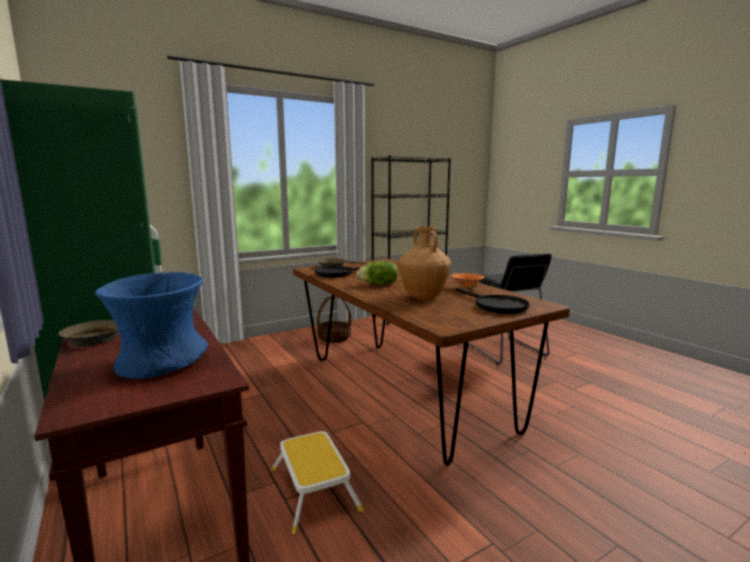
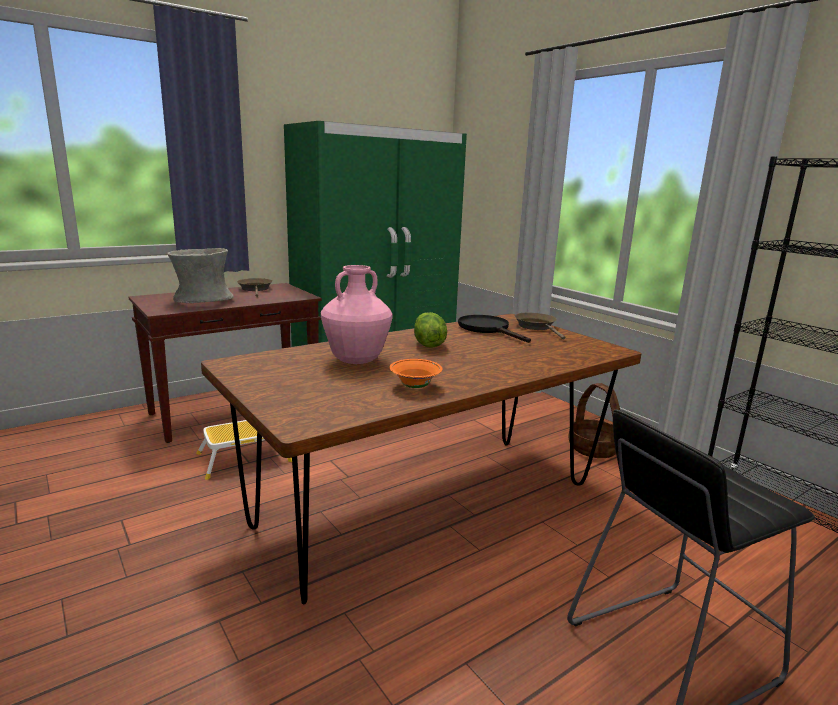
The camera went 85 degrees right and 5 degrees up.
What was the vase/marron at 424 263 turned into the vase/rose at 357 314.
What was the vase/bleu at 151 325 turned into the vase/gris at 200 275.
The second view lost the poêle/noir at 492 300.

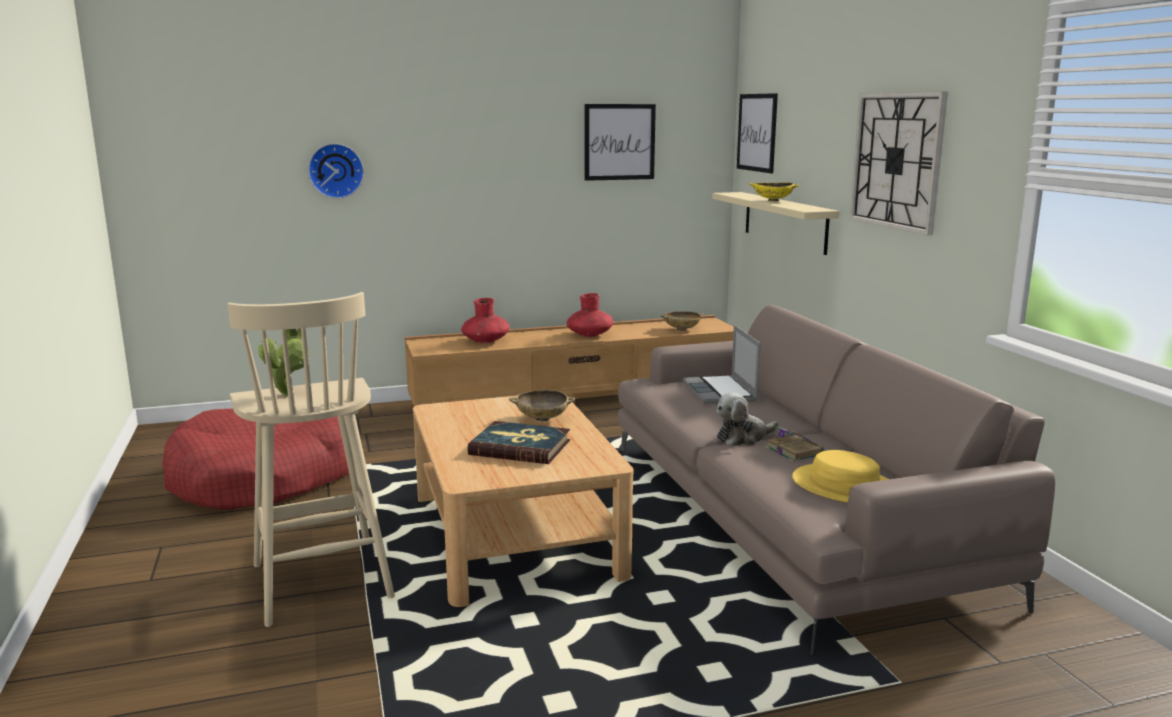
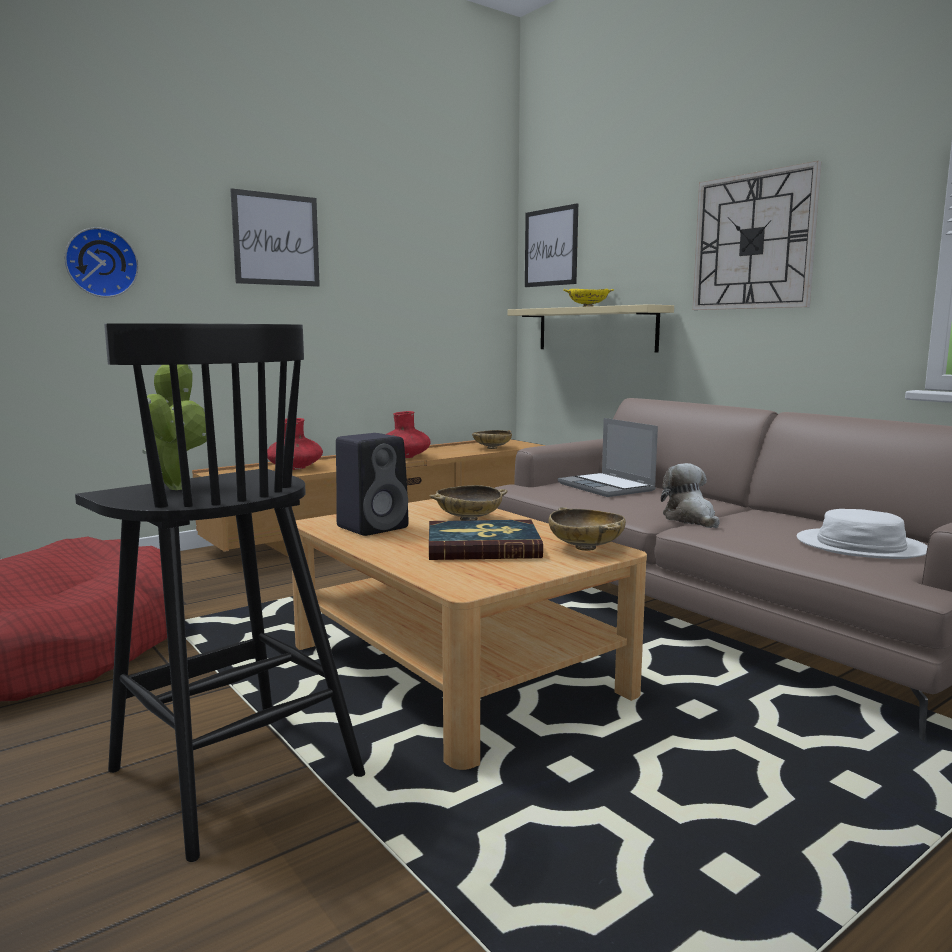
The camera went 20 degrees left and 5 degrees down.
The tableau ended up elsewhere, having gone from 620 142 to 275 237.
What was the tabouret/beige at 311 459 turned into the tabouret/noir at 220 592.
The peluche at 748 419 ended up facing another way, 120 degrees clockwise from before.
The second view lost the livre at 794 442.
What was the chapeau/jaune at 840 476 turned into the chapeau/blanc at 862 534.
The second view gained the enceinte/noir at 372 484.
The second view gained the bol/beige at 587 529.

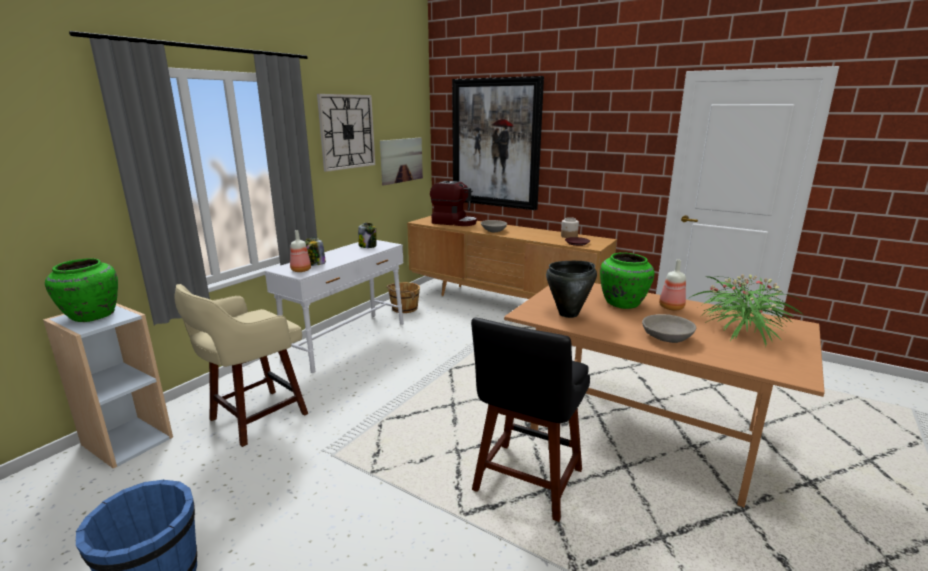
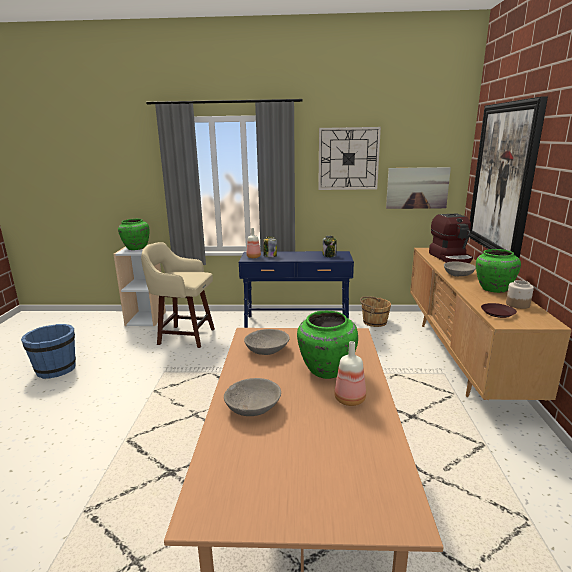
The camera went 60 degrees right and 0 degrees up.
What was the table console/blanc at 334 306 turned into the table console/bleu at 296 289.
Where the marmite/noir stood at 571 289, the bol/gris came to stand at 267 342.
The second view lost the plante en pot at 745 310.
The second view lost the chaise/noir at 530 419.
The second view gained the vase/vert at 498 271.

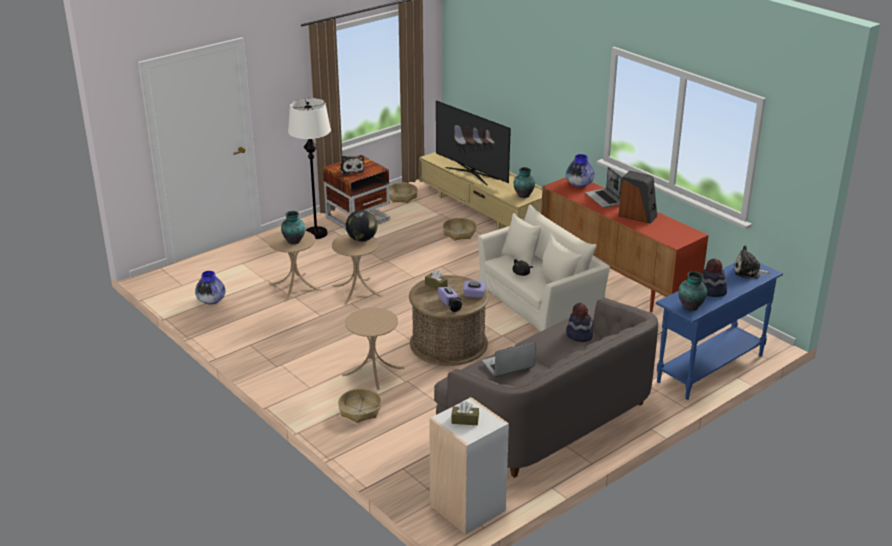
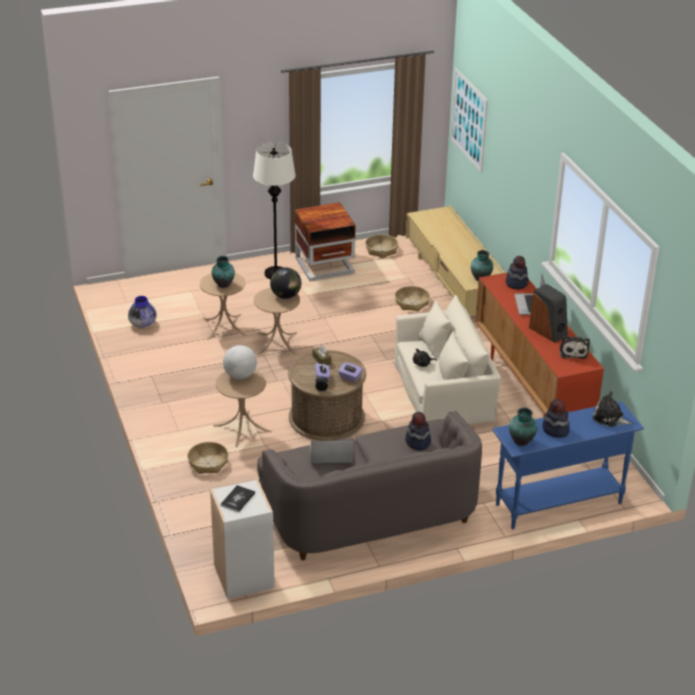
The camera went 20 degrees right and 5 degrees up.
The second view lost the téléviseur at 473 143.
Where the vase stood at 580 170, the chapeau came to stand at 517 272.
The peluche ended up elsewhere, having gone from 352 165 to 574 347.
Where the boîte à mouchoirs/marron stood at 465 413, the livre came to stand at 238 498.
The second view gained the tableau at 469 120.
The second view gained the globe at 240 362.

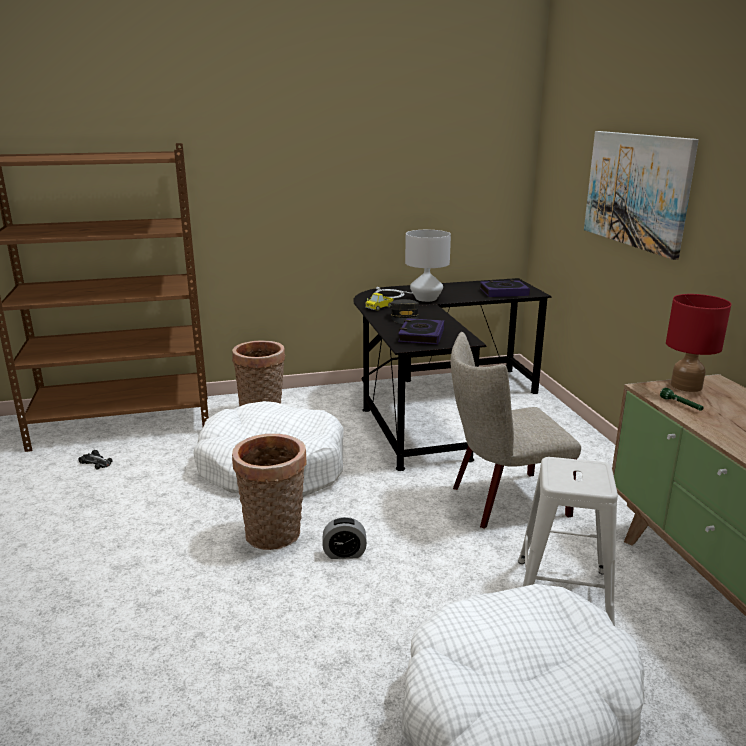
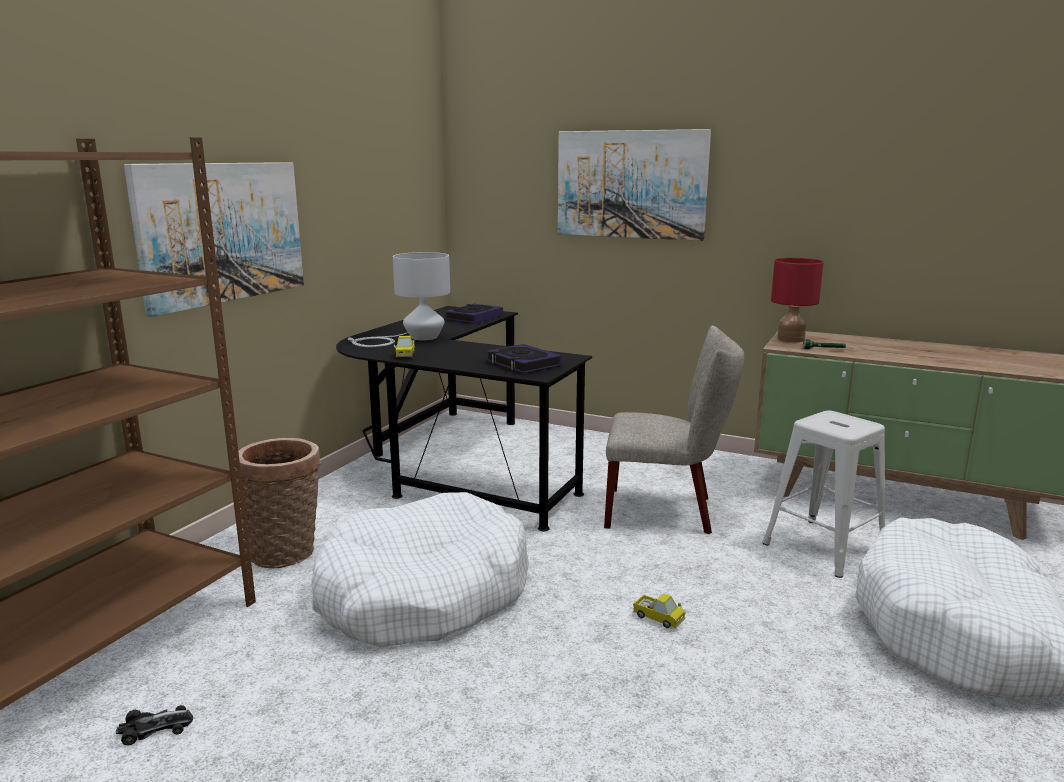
The camera went 50 degrees left and 5 degrees down.
The second view lost the casquette/gris at 405 311.
The chaise/beige at 515 430 ended up facing another way, 105 degrees counterclockwise from before.
The second view lost the panier at 269 492.
Where the réveil stood at 344 538, the camion jouet came to stand at 659 611.
The second view gained the tableau at 214 239.

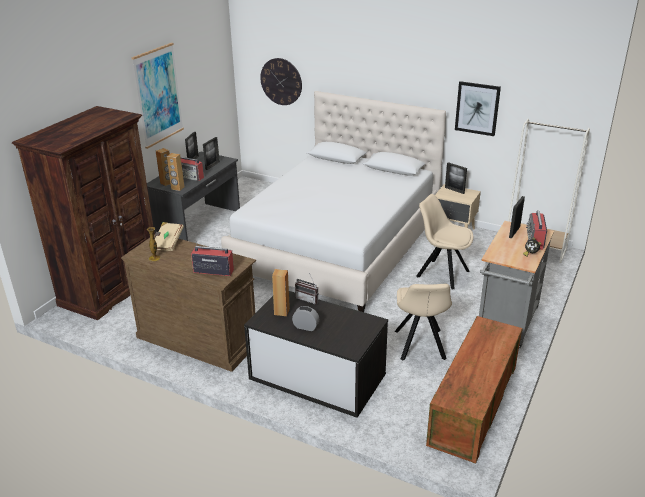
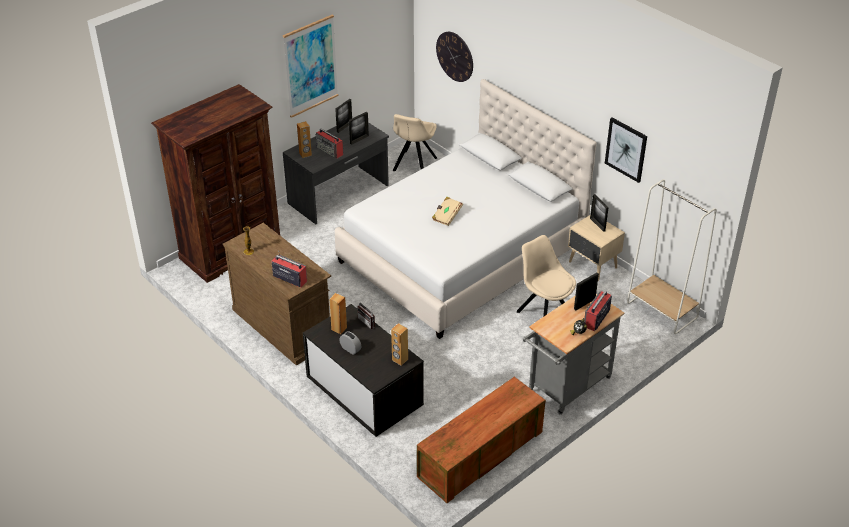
The camera went 20 degrees right and 10 degrees up.
The enceinte/marron ended up elsewhere, having gone from 176 172 to 399 344.
The livre/beige ended up elsewhere, having gone from 169 236 to 447 211.
The chaise/beige ended up elsewhere, having gone from 423 322 to 415 142.

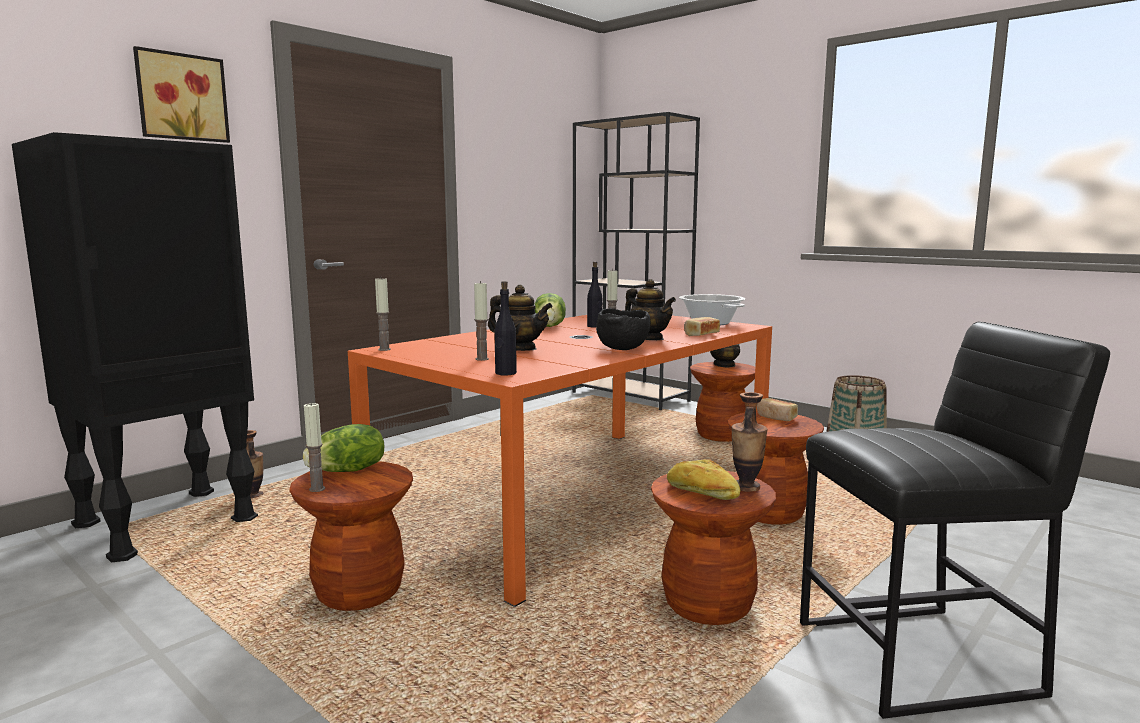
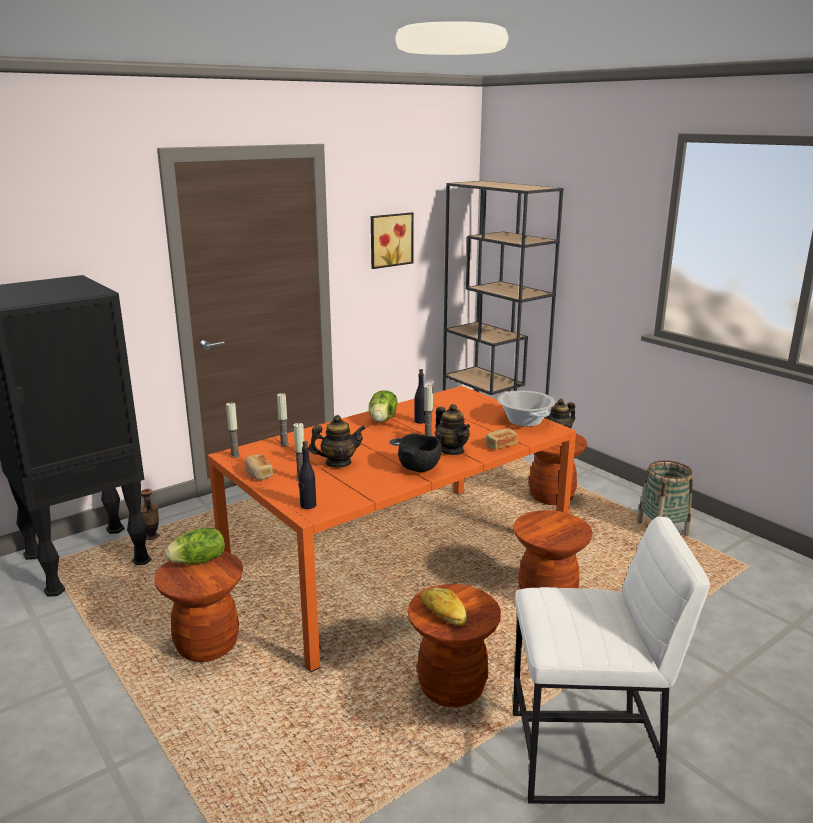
The camera went 10 degrees right and 10 degrees up.
The tableau ended up elsewhere, having gone from 181 94 to 392 240.
The théière at 520 318 ended up facing another way, 45 degrees counterclockwise from before.
What was the chaise/noir at 955 520 turned into the chaise/blanc at 611 660.
The second view lost the vase at 749 442.
The pain ended up elsewhere, having gone from 777 409 to 259 467.
The bougie ended up elsewhere, having gone from 314 447 to 283 420.

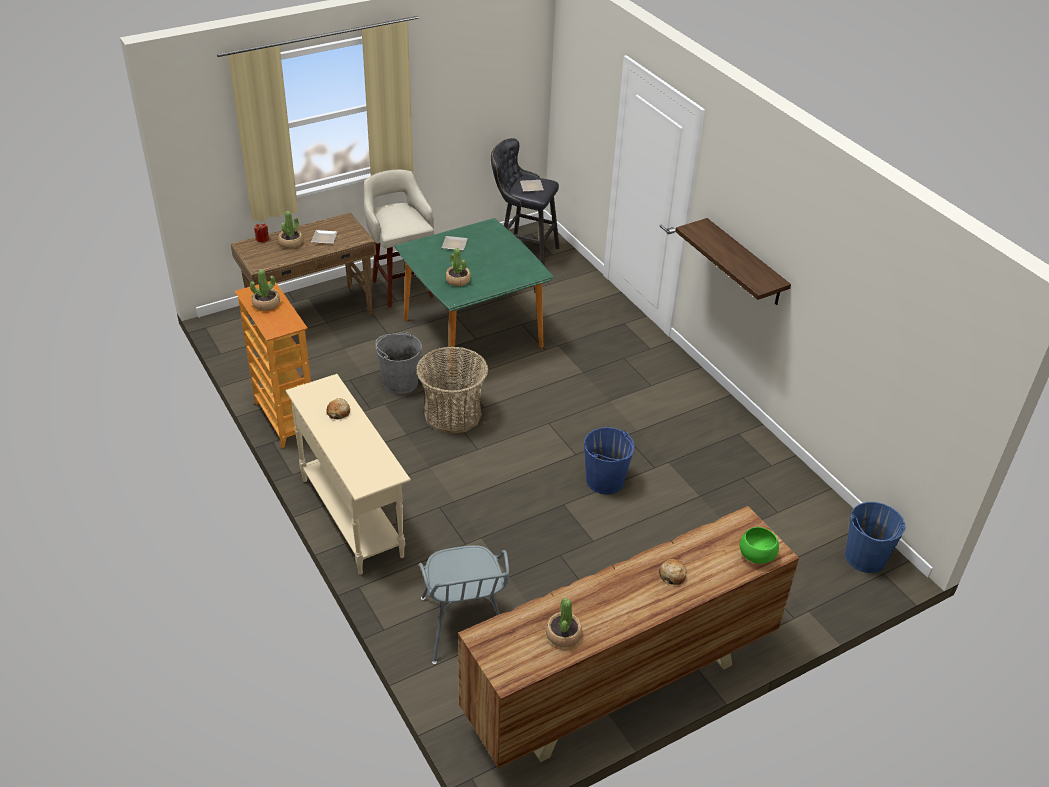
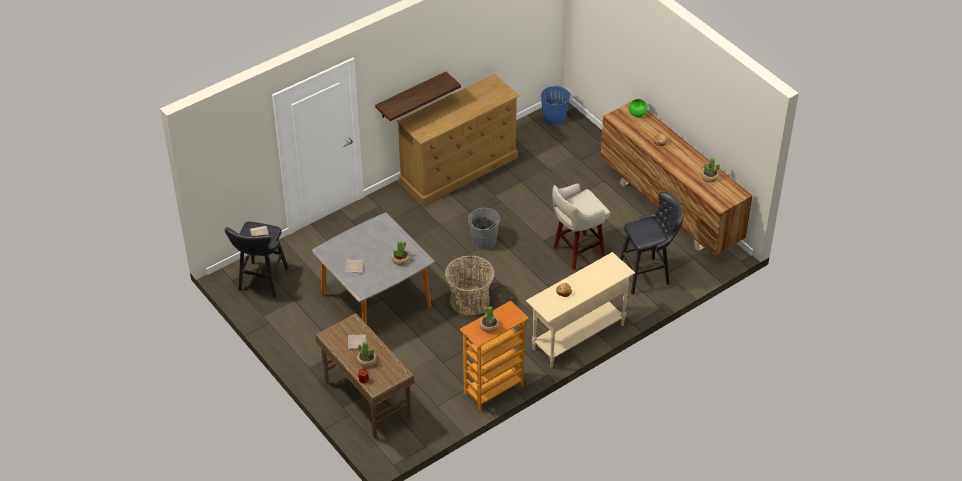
The camera went 95 degrees left and 5 degrees up.
The tabouret/beige ended up elsewhere, having gone from 399 239 to 581 227.
What was the table à manger/vert at 474 297 turned into the table à manger/gris at 373 268.
The seau/gris ended up elsewhere, having gone from 398 363 to 484 229.
The second view lost the seau/bleu at 609 461.
Where the chaise/gris stood at 464 604, the tabouret/noir came to stand at 652 243.
The second view gained the commode/marron at 458 140.

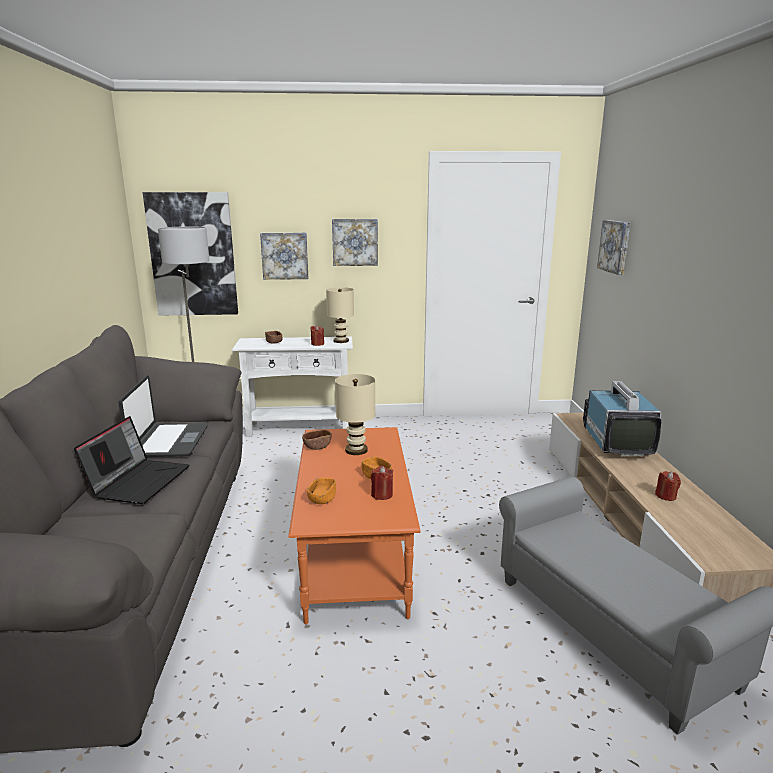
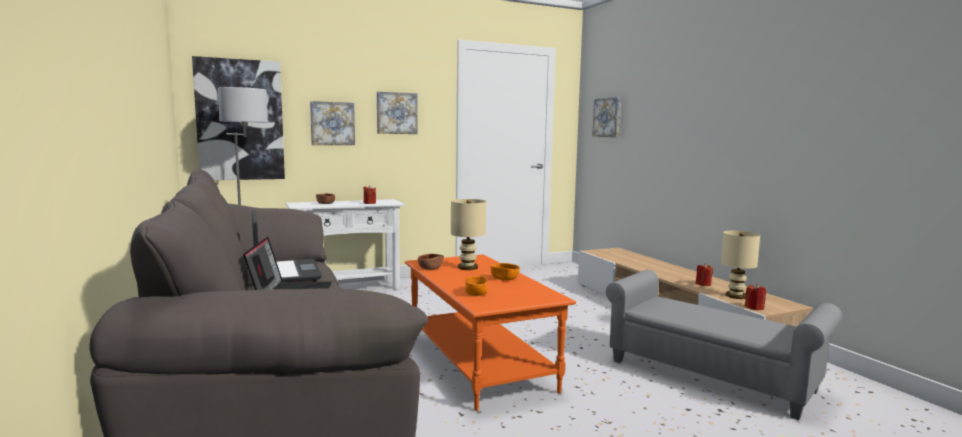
The camera went 20 degrees left and 10 degrees down.
The lampe de table/beige ended up elsewhere, having gone from 340 315 to 740 265.
The second view lost the téléviseur at 622 418.
The bougie/rouge ended up elsewhere, having gone from 382 483 to 756 297.

